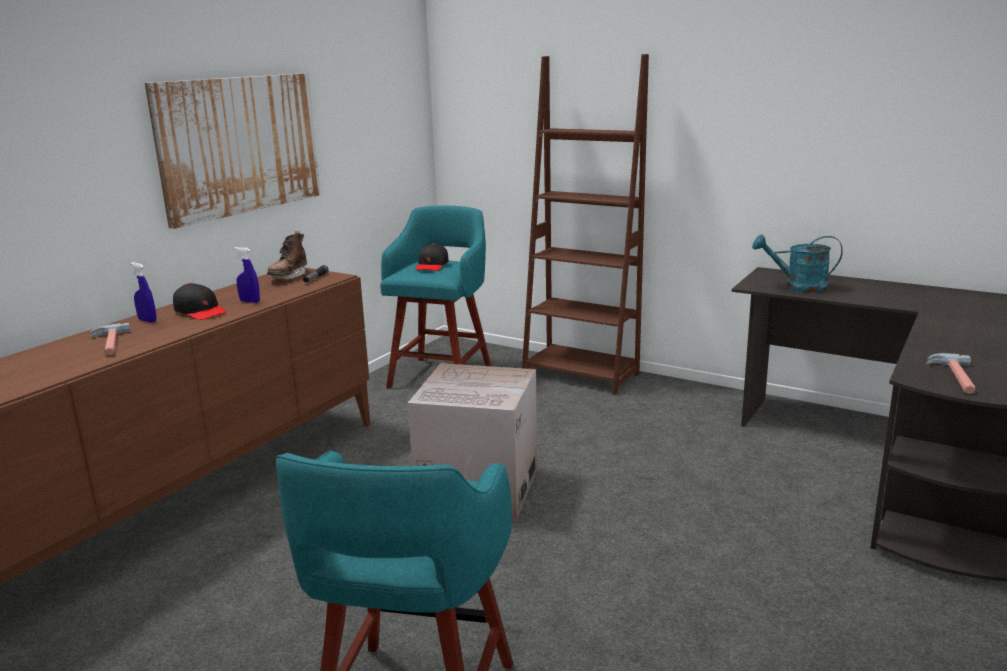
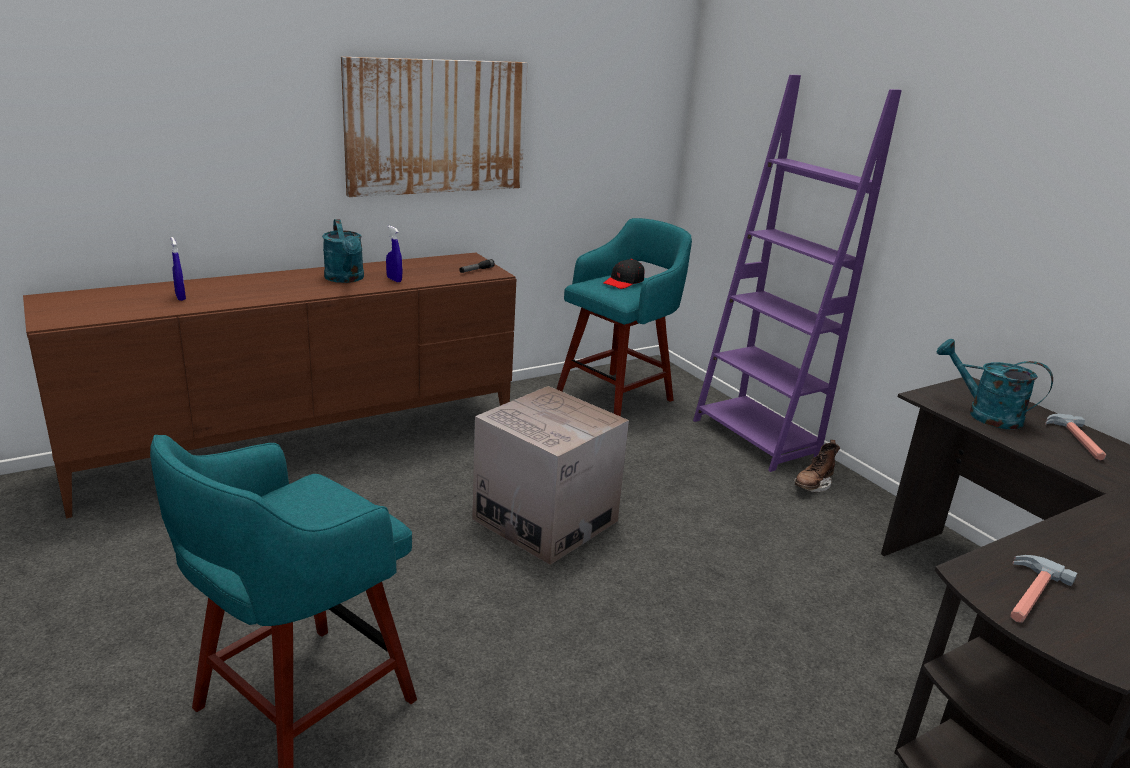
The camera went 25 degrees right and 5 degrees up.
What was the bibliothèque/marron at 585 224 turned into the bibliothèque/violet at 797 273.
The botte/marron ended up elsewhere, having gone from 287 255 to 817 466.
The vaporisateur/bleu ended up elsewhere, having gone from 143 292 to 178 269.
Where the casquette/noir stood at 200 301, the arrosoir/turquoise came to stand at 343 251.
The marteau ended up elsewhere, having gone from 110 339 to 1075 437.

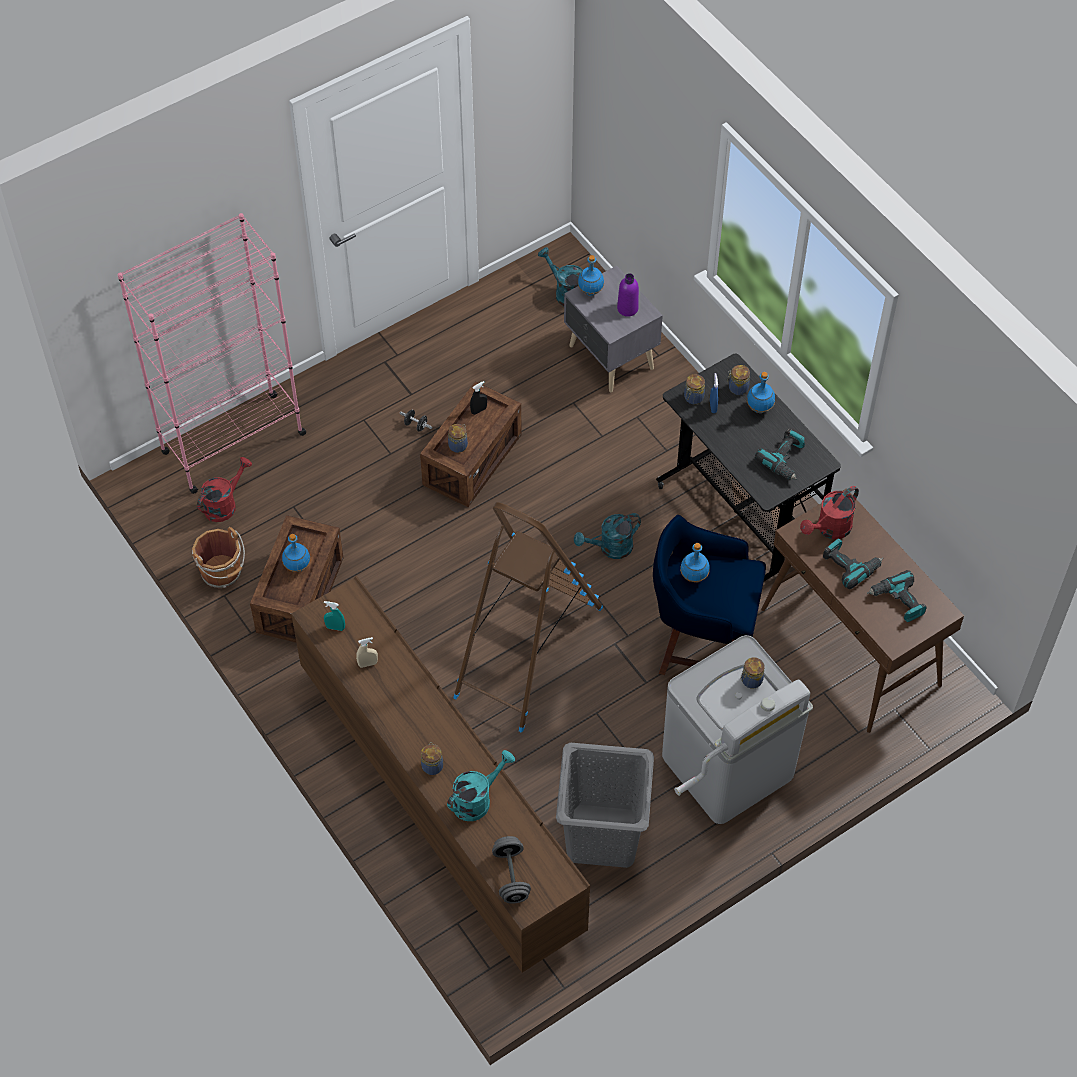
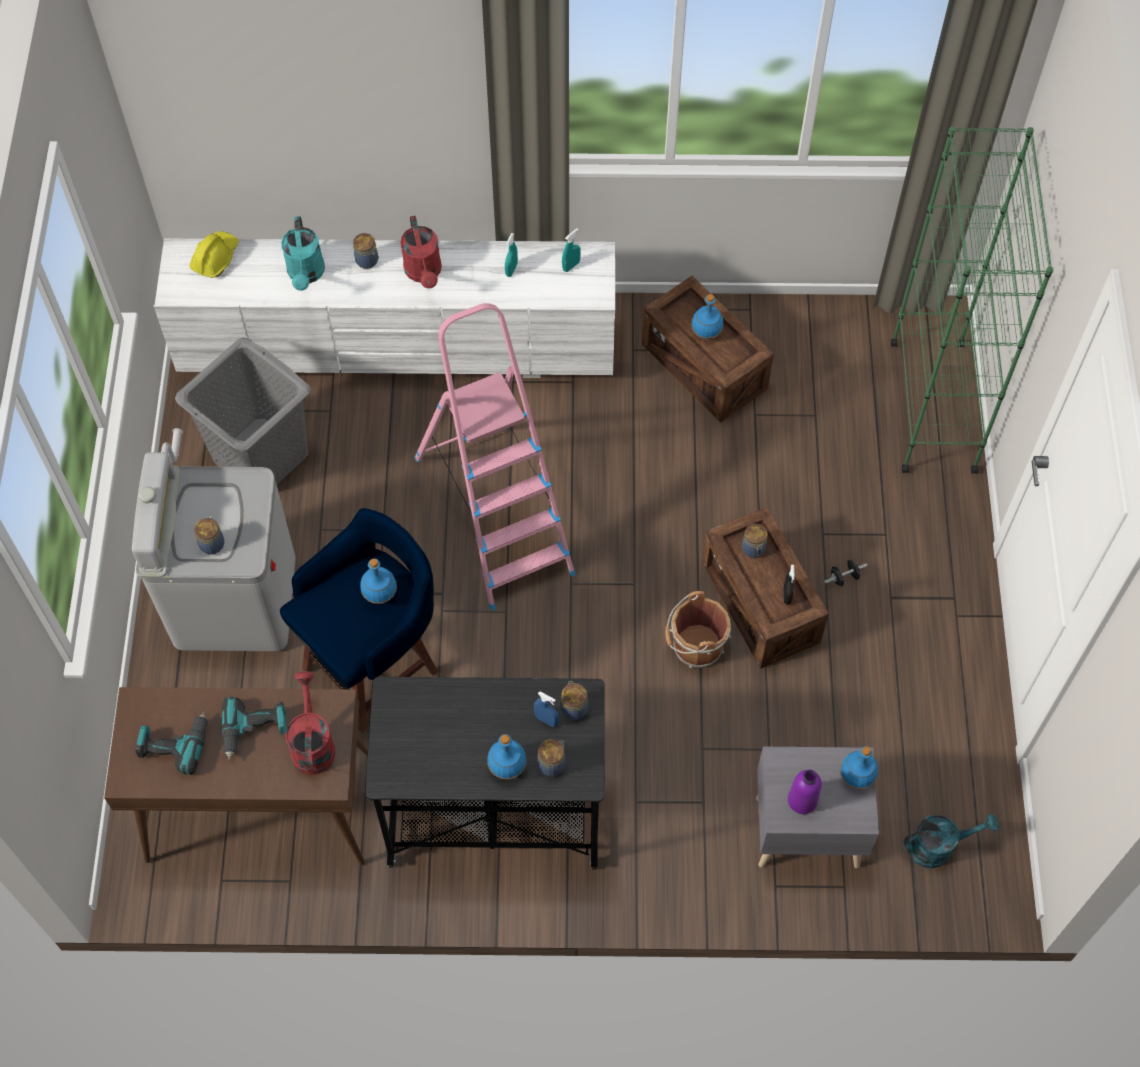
The camera went 125 degrees right and 5 degrees up.
What was the bibliothèque/rose at 212 353 turned into the bibliothèque/vert at 972 300.
The second view lost the perceuse at 780 454.
The arrosoir/rouge ended up elsewhere, having gone from 224 489 to 421 252.
What was the escabeau/marron at 528 617 turned into the escabeau/rose at 495 456.
The second view lost the arrosoir/turquoise at 607 536.
The seau/marron ended up elsewhere, having gone from 218 558 to 698 629.
What was the meuble de rangement/marron at 440 774 turned into the meuble de rangement/blanc at 384 308.
What was the vaporisateur/beige at 367 652 turned into the vaporisateur/turquoise at 511 255.
Where the haltère/gris stood at 511 870, the casque de chantier/jaune came to stand at 214 254.

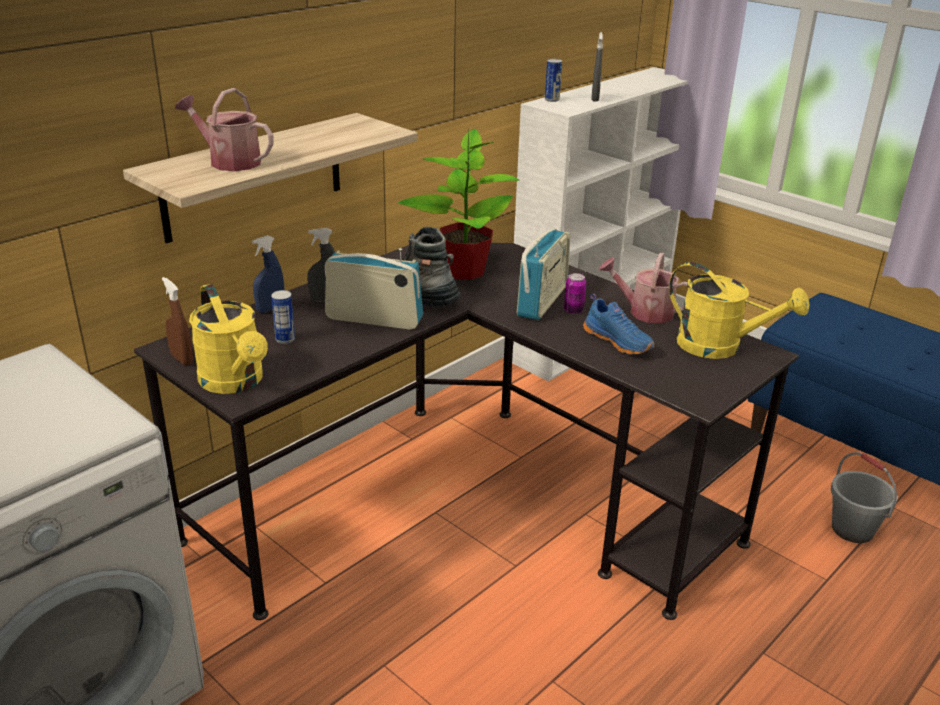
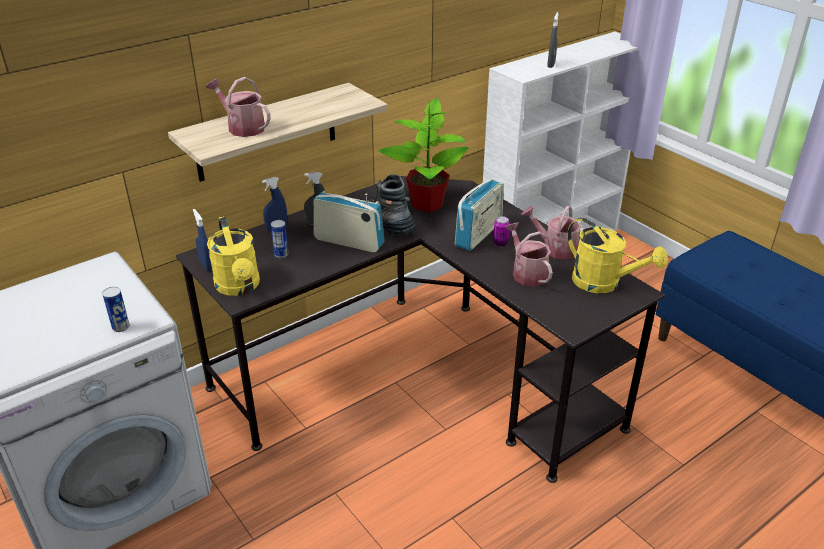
The camera went 10 degrees right and 5 degrees up.
The boîte métallique ended up elsewhere, having gone from 553 80 to 116 309.
What was the vaporisateur/marron at 177 321 turned into the vaporisateur/bleu at 202 240.
Where the chaussure/bleu stood at 619 324, the arrosoir came to stand at 529 254.
The second view lost the seau/gris at 864 497.

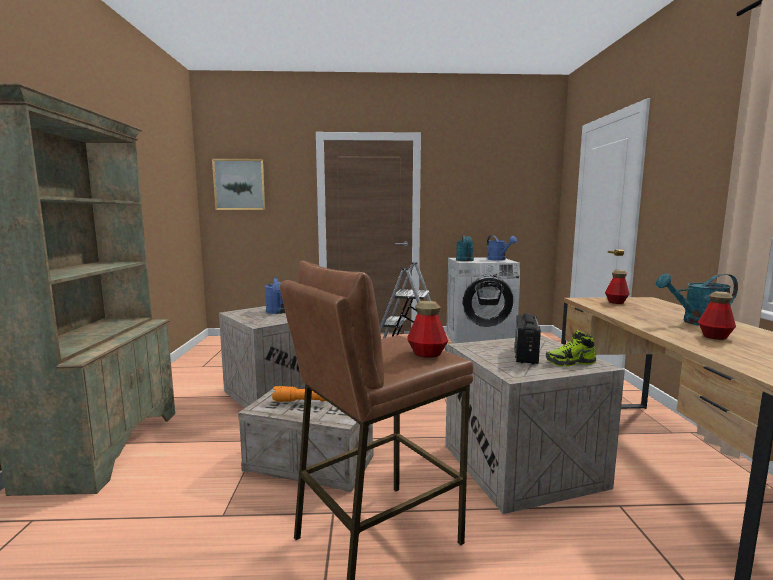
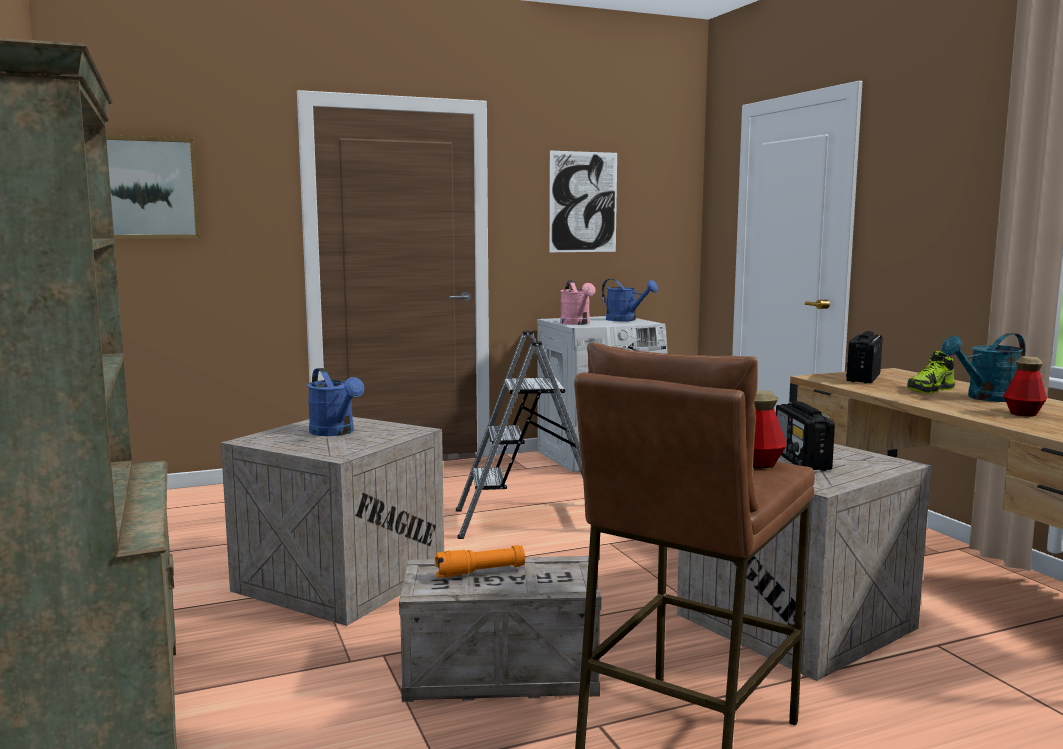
The camera went 20 degrees left and 0 degrees up.
What was the arrosoir/turquoise at 465 248 turned into the arrosoir/rose at 577 302.
Where the bouteille stood at 617 287, the radio came to stand at 864 357.
The chaussure ended up elsewhere, having gone from 571 348 to 931 372.
The second view gained the tableau at 583 201.

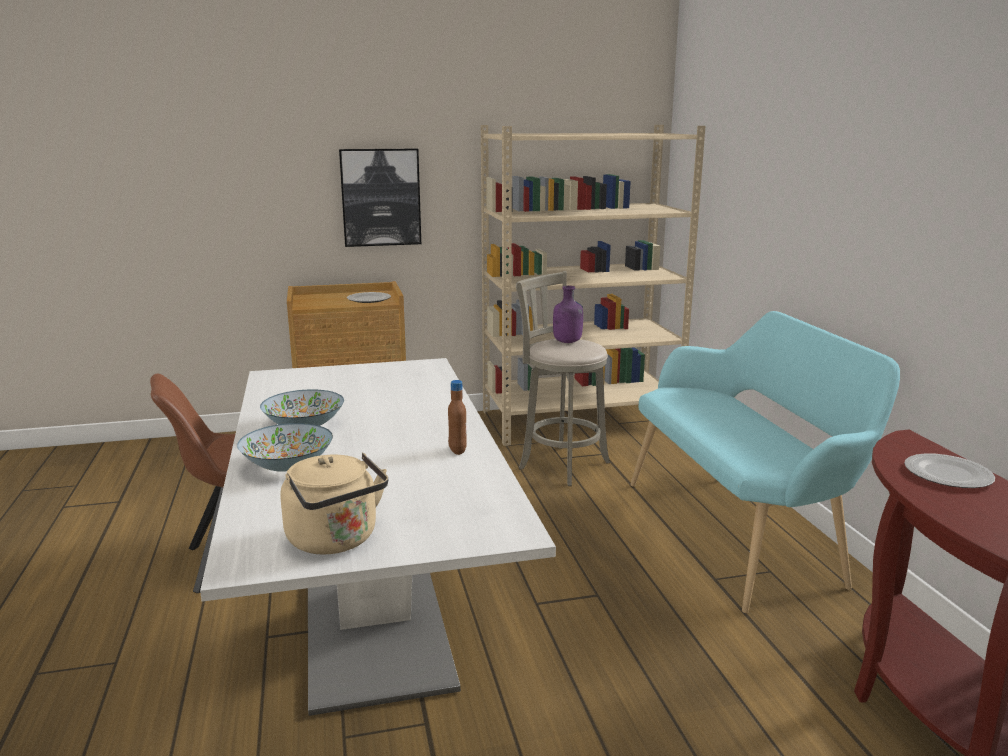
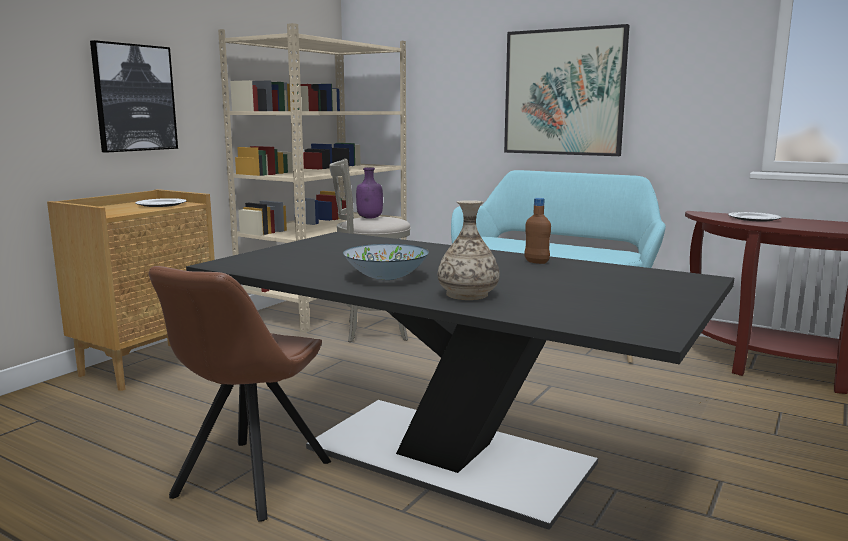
The camera went 45 degrees left and 5 degrees down.
What was the table à manger/blanc at 378 537 turned into the table à manger/noir at 460 381.
Where the bol stood at 285 447, the vase came to stand at 468 250.
The second view lost the bouilloire/beige at 334 504.
The second view gained the tableau at 567 90.

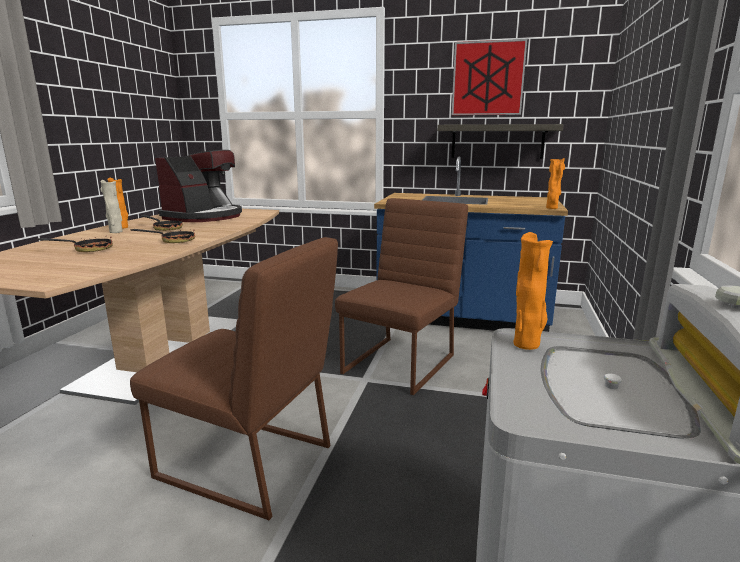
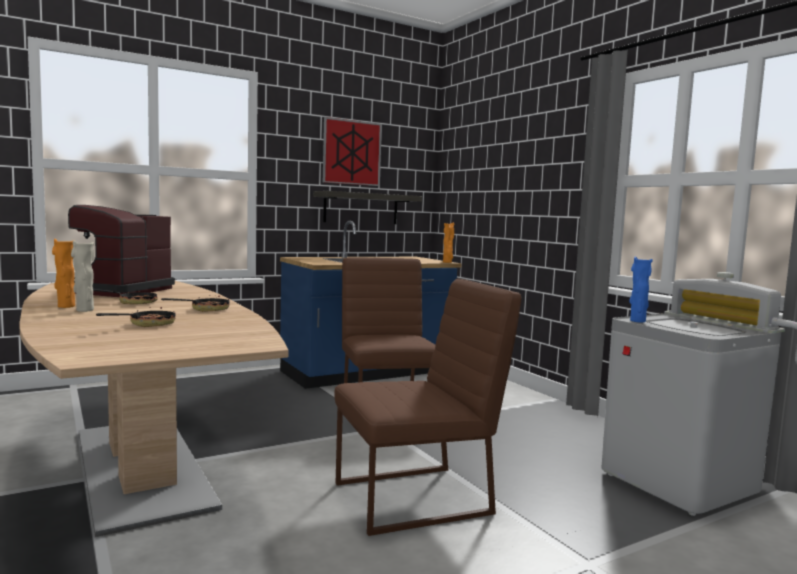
The camera went 45 degrees left and 10 degrees down.
The machine à café at 198 186 ended up facing another way, 150 degrees counterclockwise from before.
What was the vase/orange at 533 291 turned into the vase/bleu at 641 290.

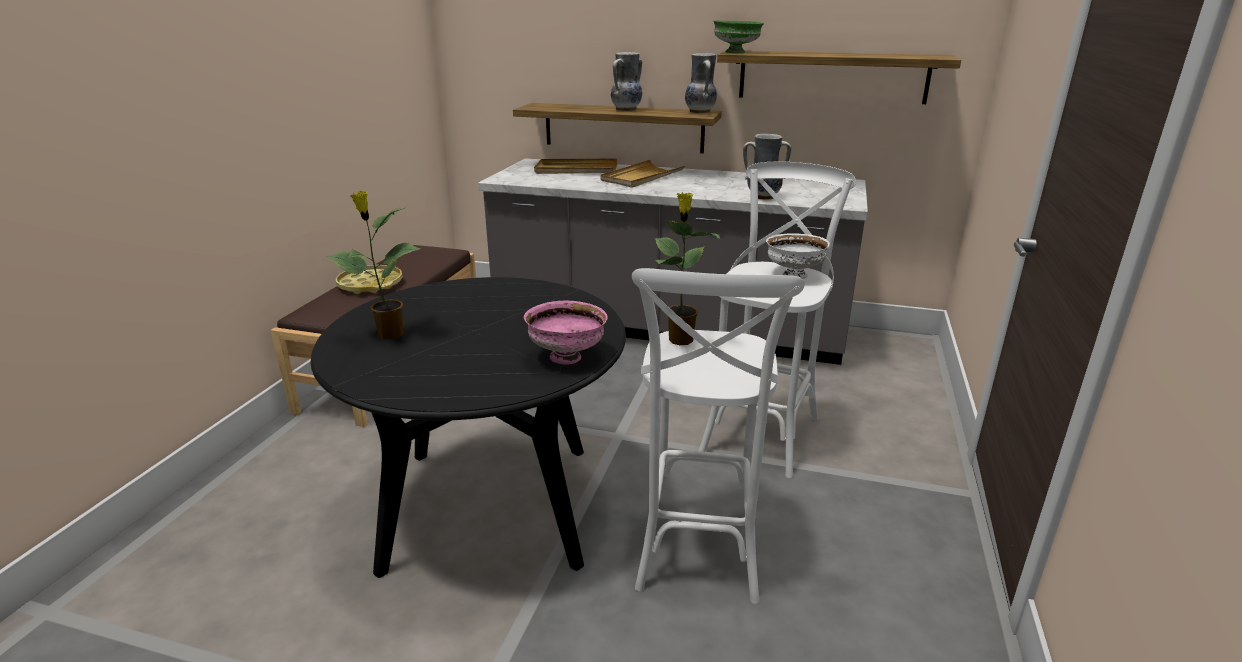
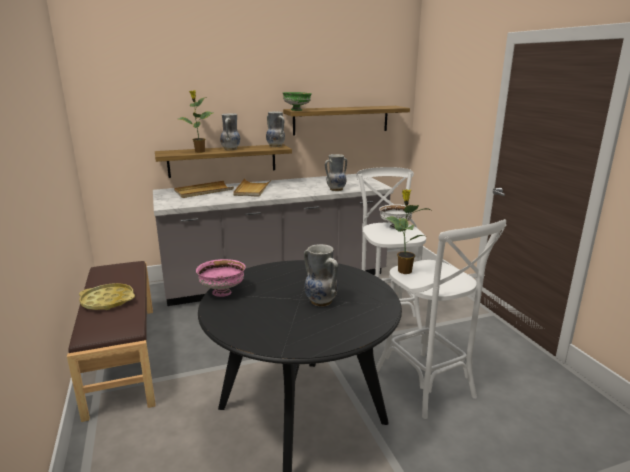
The camera went 35 degrees left and 5 degrees down.
The plante en pot ended up elsewhere, having gone from 373 265 to 196 121.
The bol/rose ended up elsewhere, having gone from 565 332 to 221 278.
The second view gained the vase at 321 275.

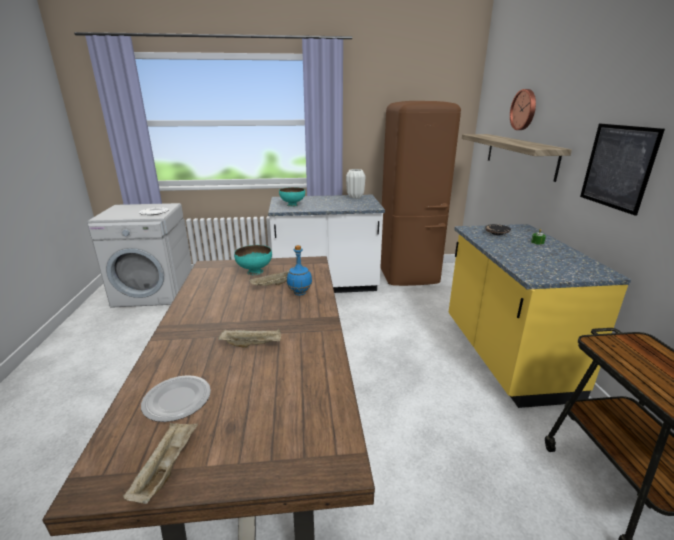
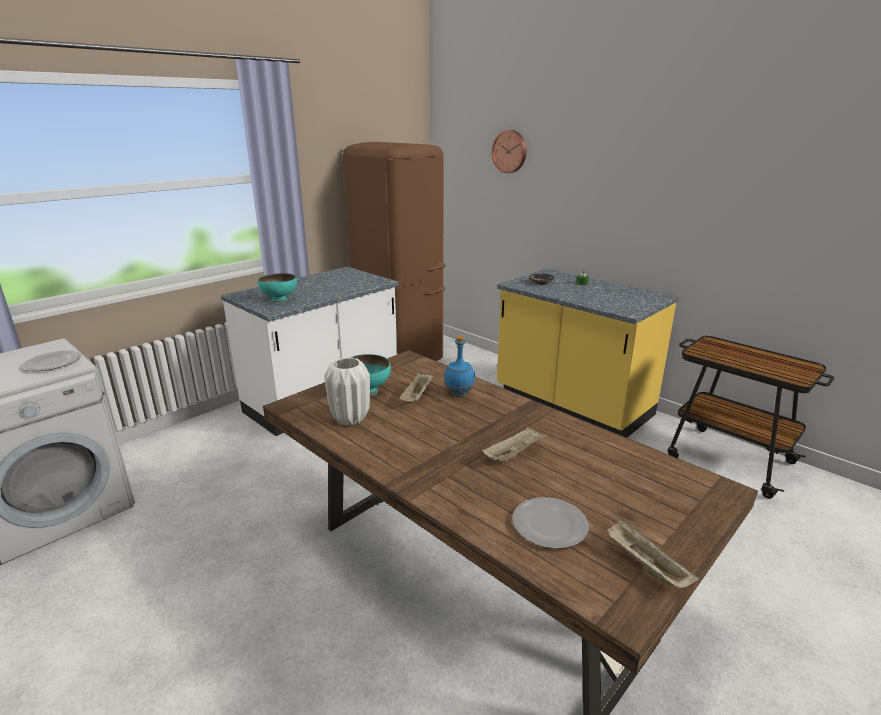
The camera went 40 degrees left and 0 degrees up.
The second view lost the tableau at 622 170.
The second view lost the étagère at 517 158.
The vase/blanc ended up elsewhere, having gone from 355 184 to 347 391.

